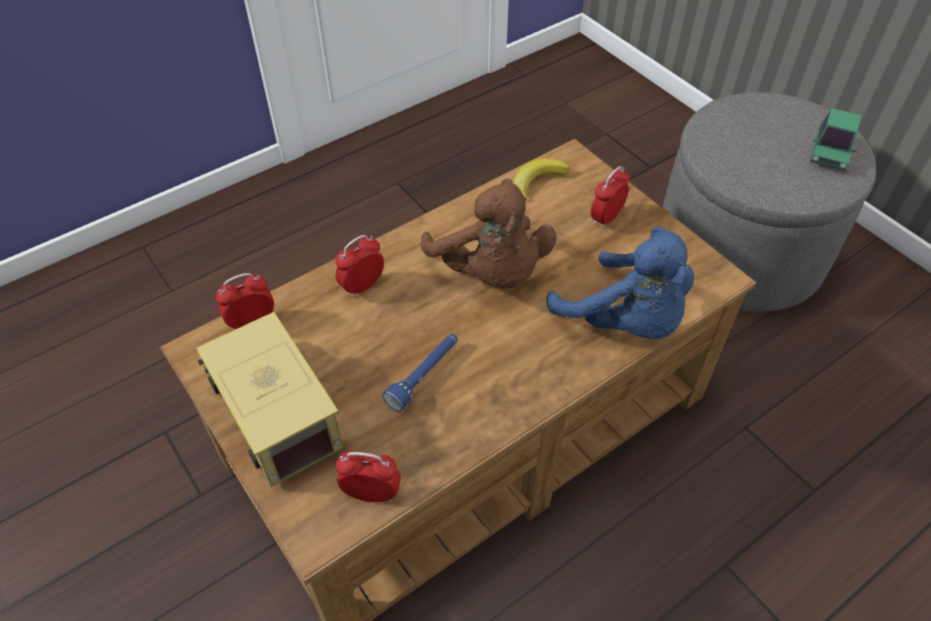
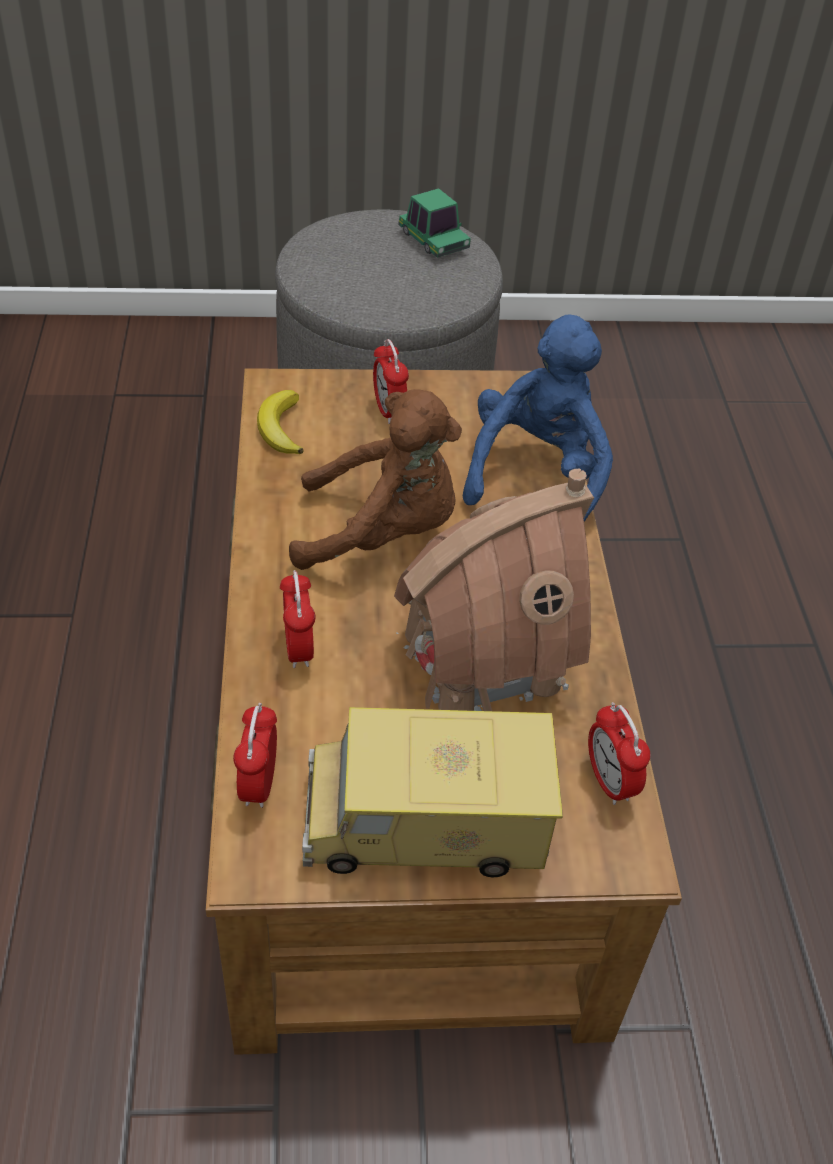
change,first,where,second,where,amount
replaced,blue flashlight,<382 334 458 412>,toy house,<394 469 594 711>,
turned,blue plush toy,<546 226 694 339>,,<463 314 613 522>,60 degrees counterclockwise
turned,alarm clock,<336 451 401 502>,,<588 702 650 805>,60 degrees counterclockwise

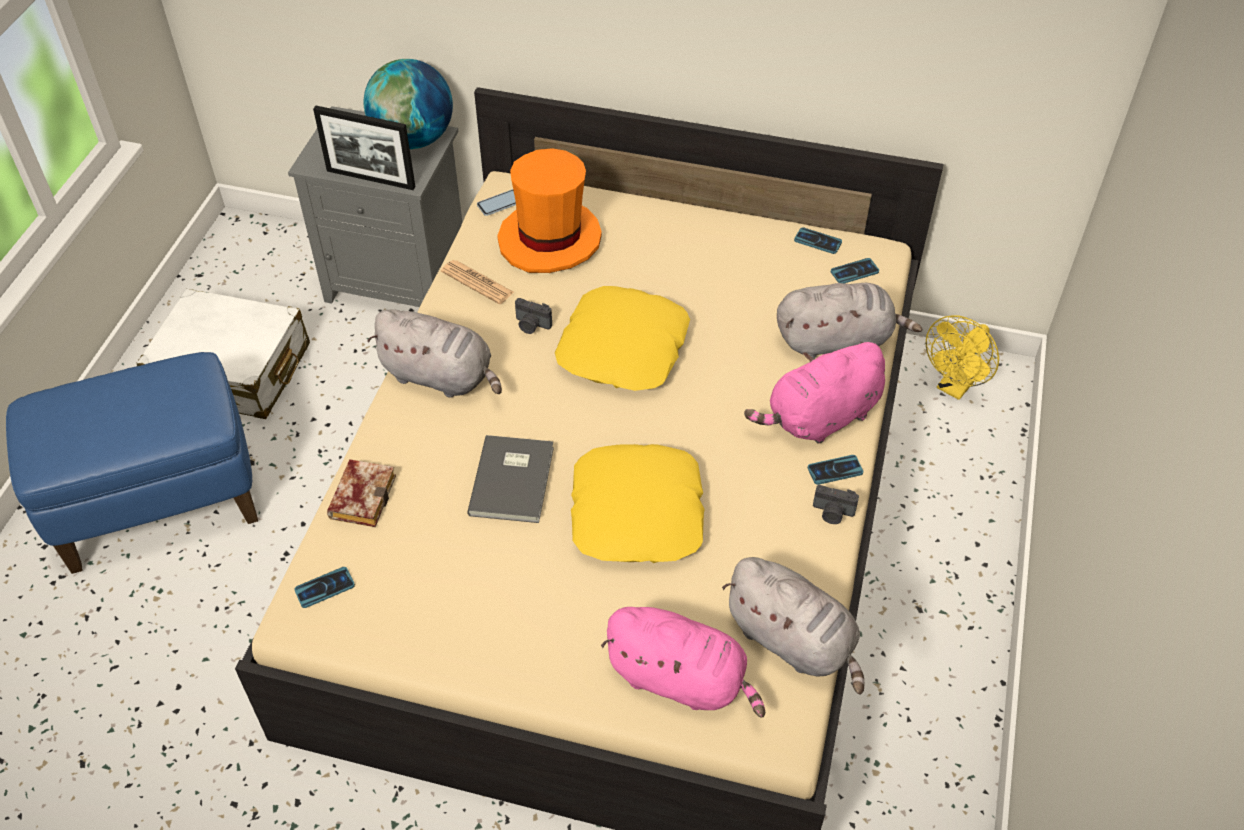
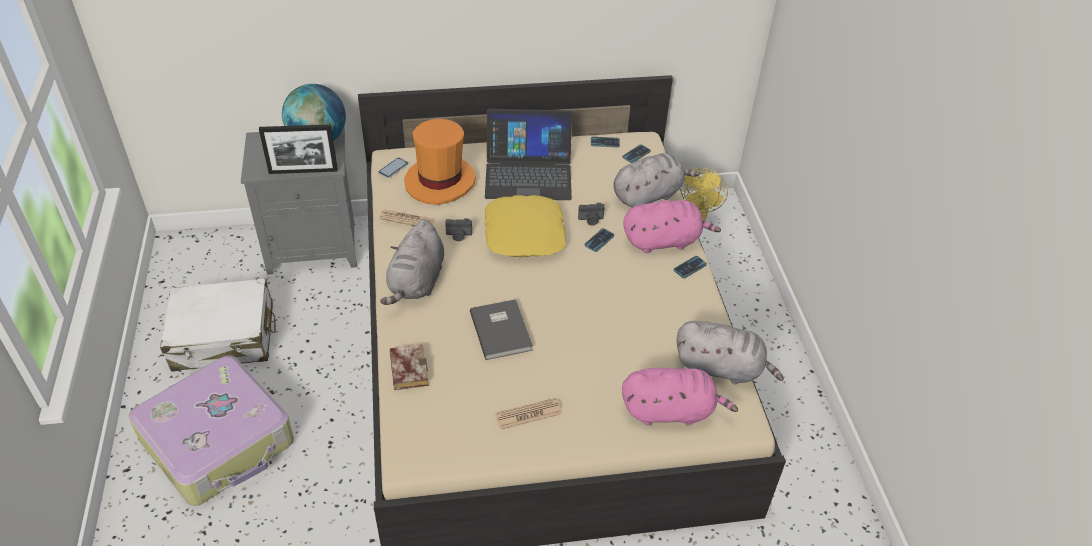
change,first,where,second,where,amount
replaced,blue ottoman,<6 352 258 574>,suitcase,<128 355 294 506>,
turned,grey plush toy,<367 309 502 398>,,<380 220 444 305>,105 degrees clockwise
added,,,laptop,<485 109 572 200>,
added,,,newspaper,<495 398 562 430>,
moved,photo camera,<813 485 859 524>,,<578 203 605 226>,
moved,phone,<294 567 355 608>,,<585 228 614 252>,
turned,pink plush toy,<744 342 885 443>,,<623 200 721 253>,135 degrees counterclockwise
removed,yellow pillow,<571 444 705 563>,,,

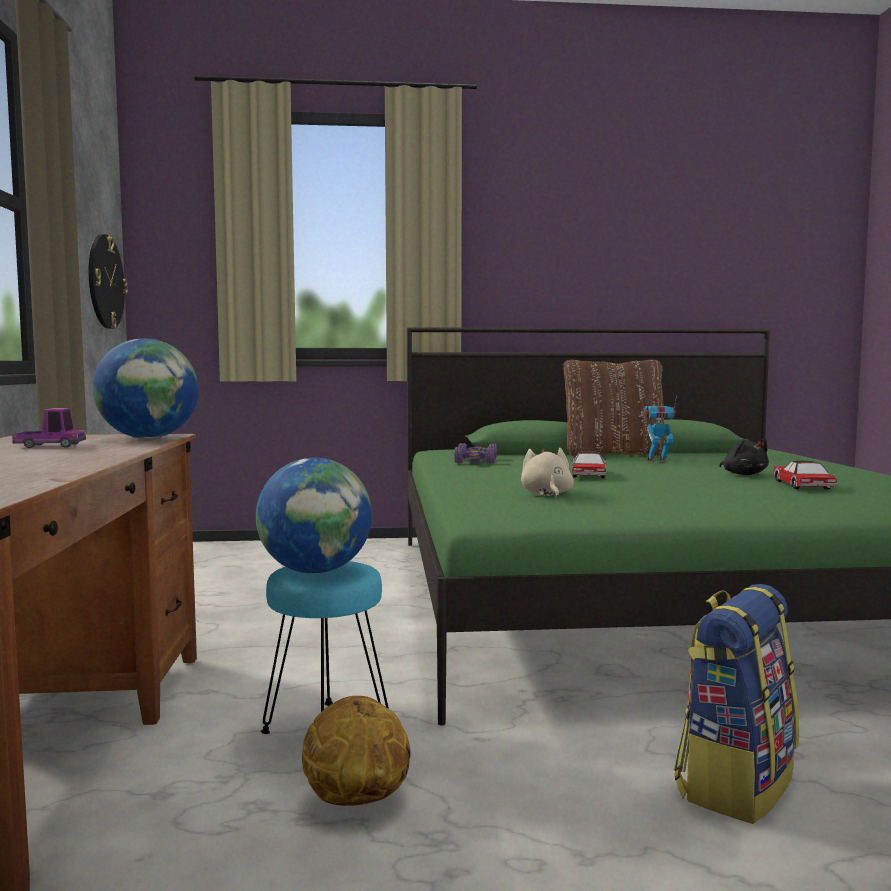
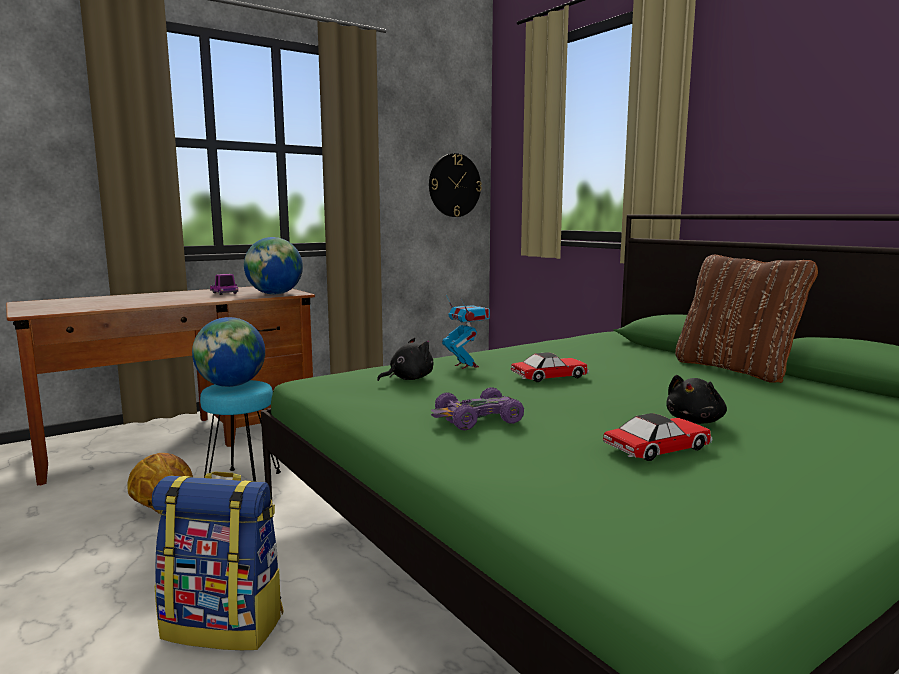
change,first,where,second,where,amount
recoloured,beige plush toy,<521 448 574 498>,black plush toy,<377 338 433 381>,
moved,purple toy car,<454 443 497 464>,,<431 387 524 430>,
moved,toy robot,<642 396 677 462>,,<442 295 490 369>,

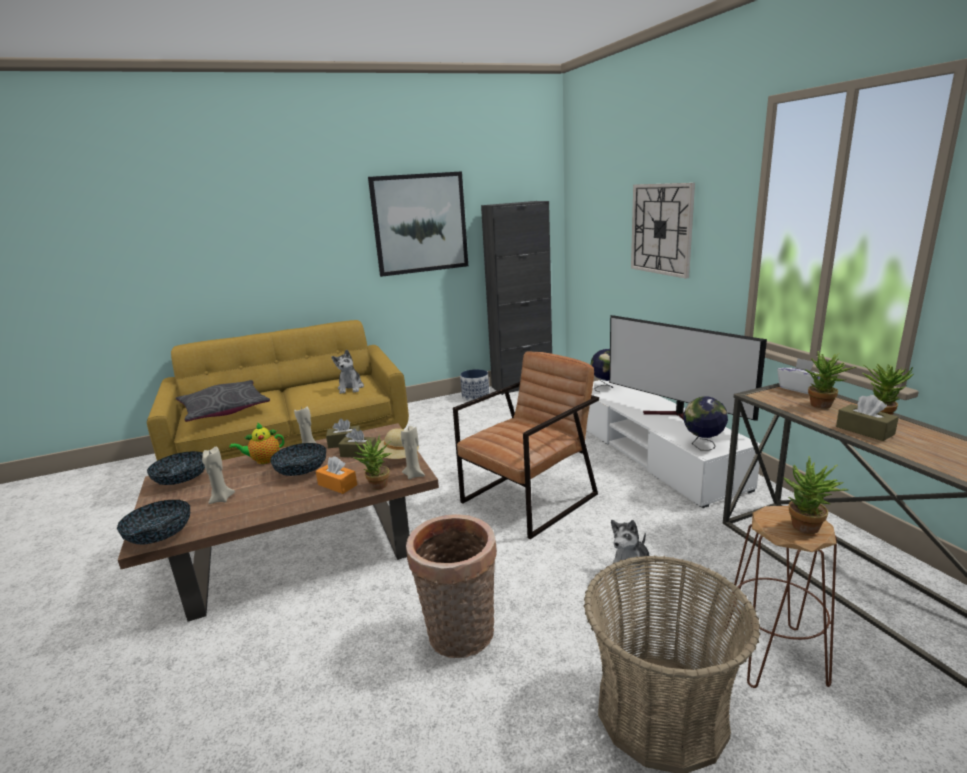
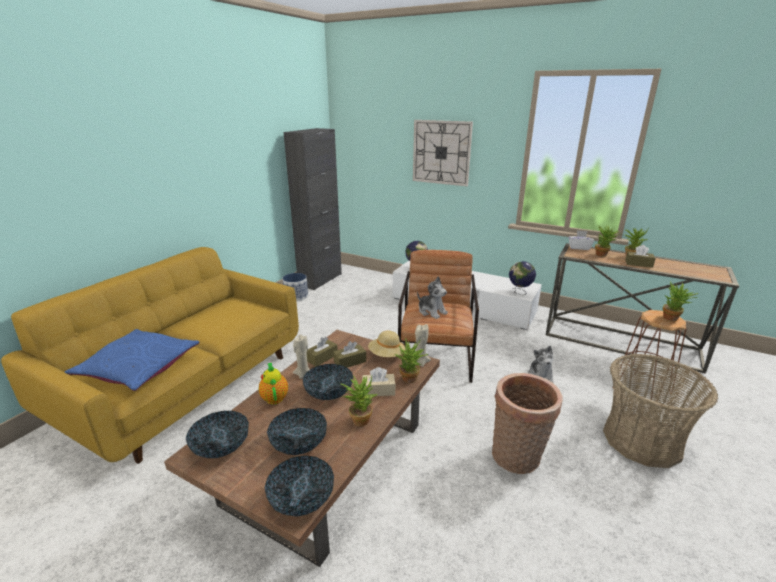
change,first,where,second,where,amount
recoloured,grey pillow,<176 380 270 422>,blue pillow,<65 329 199 391>,
turned,teapot,<229 423 285 464>,,<259 363 288 405>,135 degrees clockwise
replaced,beige candle,<202 447 235 504>,bowl,<267 408 327 455>,
added,,,potted plant,<340 375 378 427>,
recoloured,orange tissue box,<316 456 357 494>,beige tissue box,<362 367 396 396>,
moved,plush toy,<331 350 364 394>,,<417 277 448 319>,
removed,picture,<368 171 468 277>,,,
removed,television,<609 315 767 421>,,,

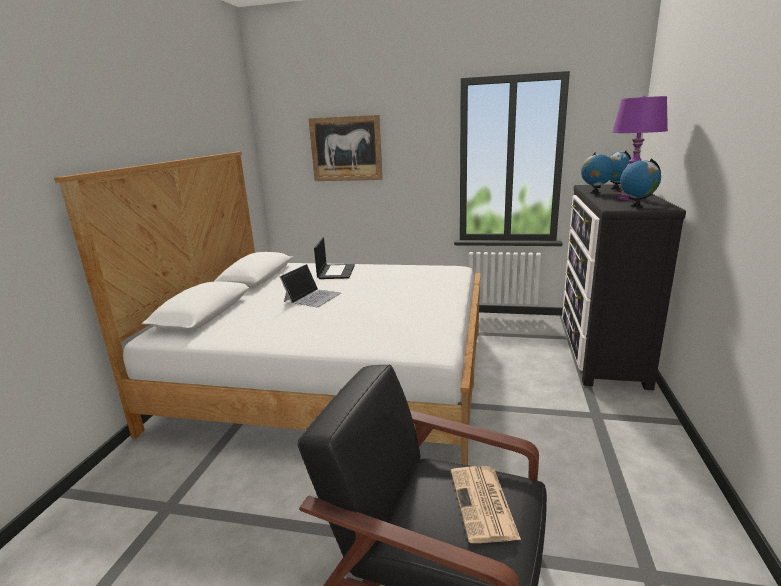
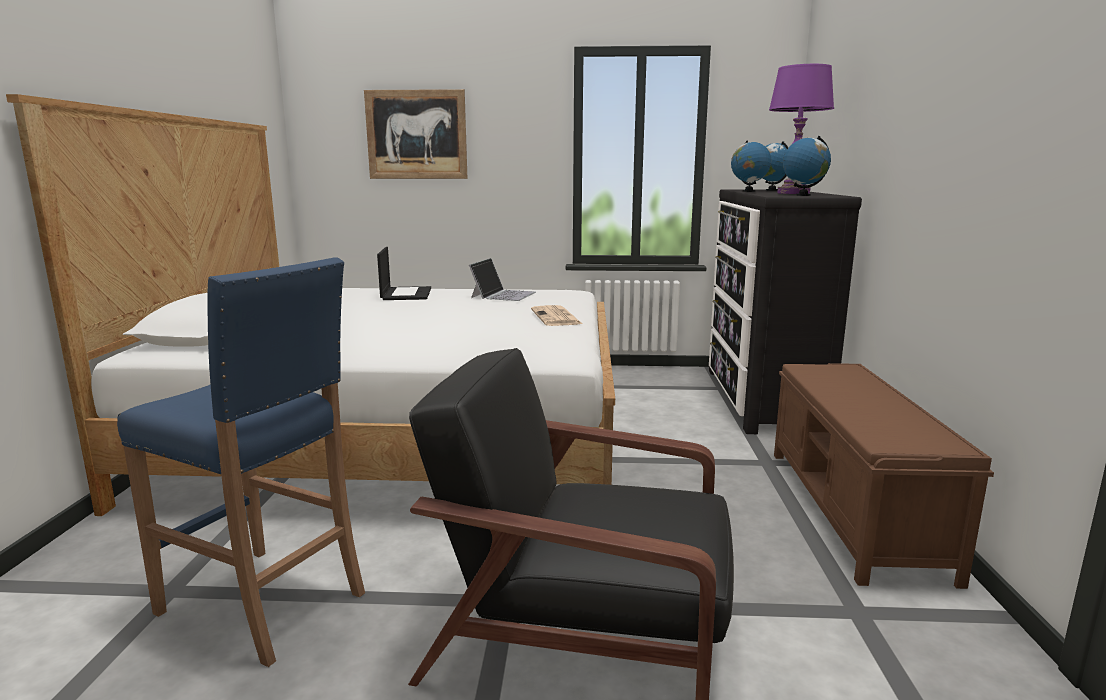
change,first,where,second,where,amount
added,,,blue stool,<117 257 365 667>,
moved,laptop,<280 264 341 307>,,<469 258 536 301>,
moved,newspaper,<451 466 521 543>,,<531 305 582 326>,
added,,,brown bench,<774 363 994 589>,

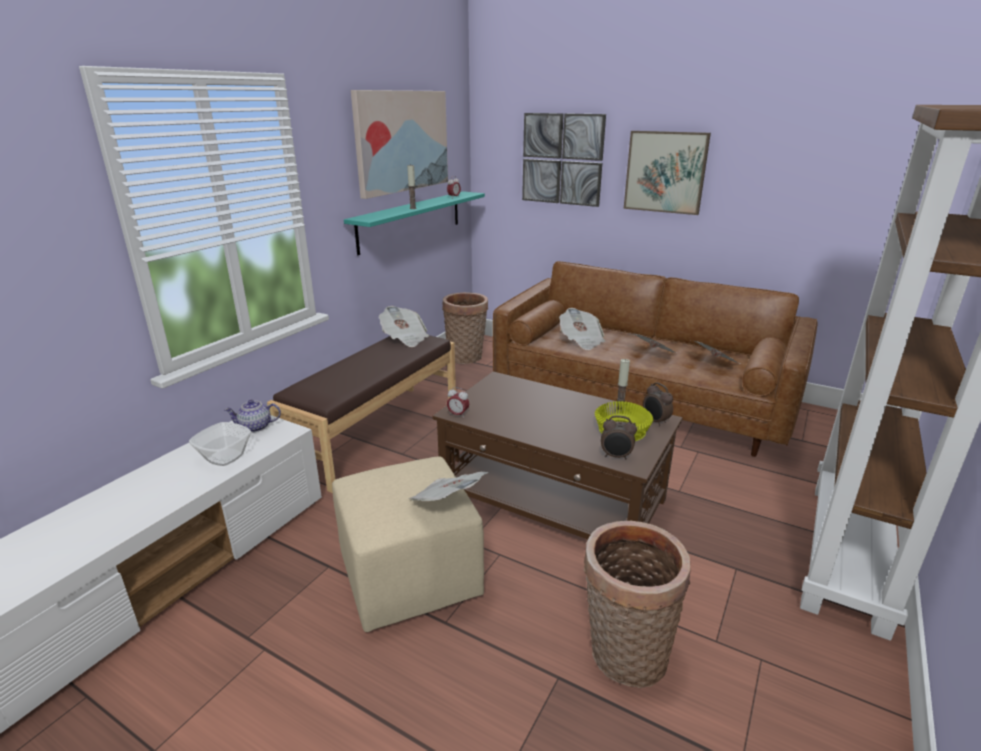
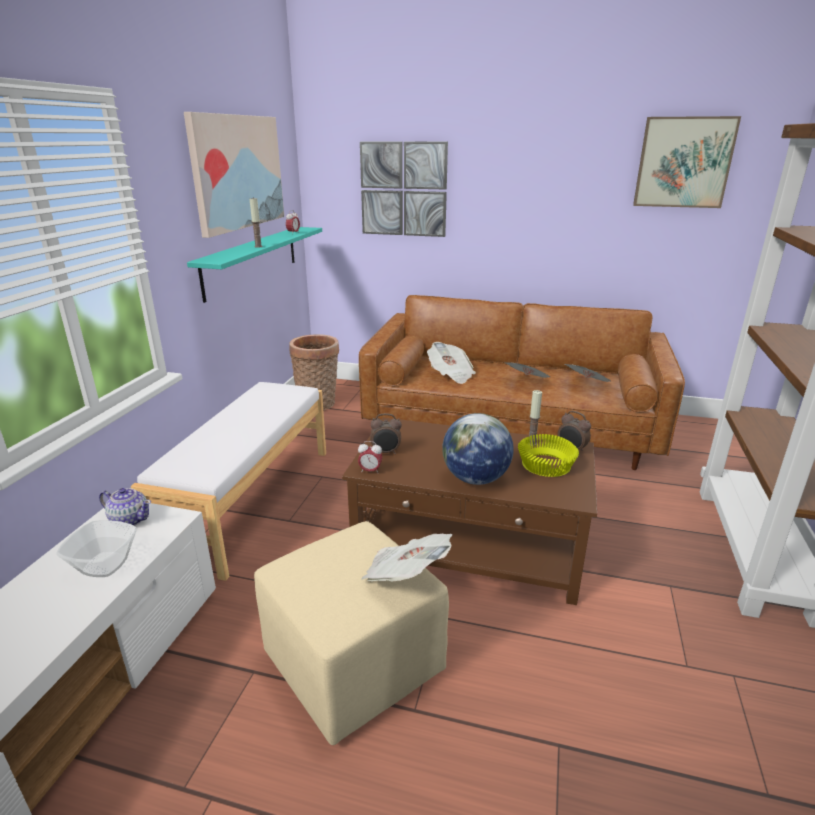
change,first,where,second,where,amount
turned,teapot,<224 400 281 432>,,<99 488 151 526>,135 degrees counterclockwise
recoloured,brown bench,<267 335 456 493>,white bench,<131 382 326 581>,
moved,alarm clock,<601 415 637 460>,,<370 414 402 454>,
added,,,globe,<442 413 514 485>,
moved,picture,<624 131 711 215>,,<633 116 741 208>,
removed,newspaper,<379 306 429 347>,,,
removed,basket,<583 521 690 688>,,,

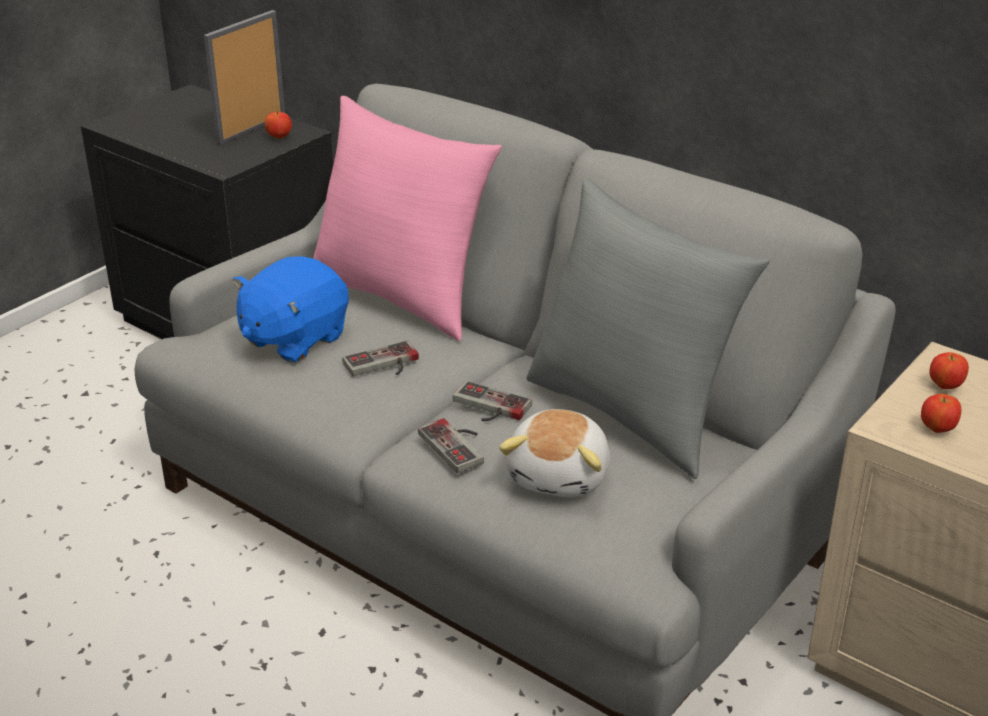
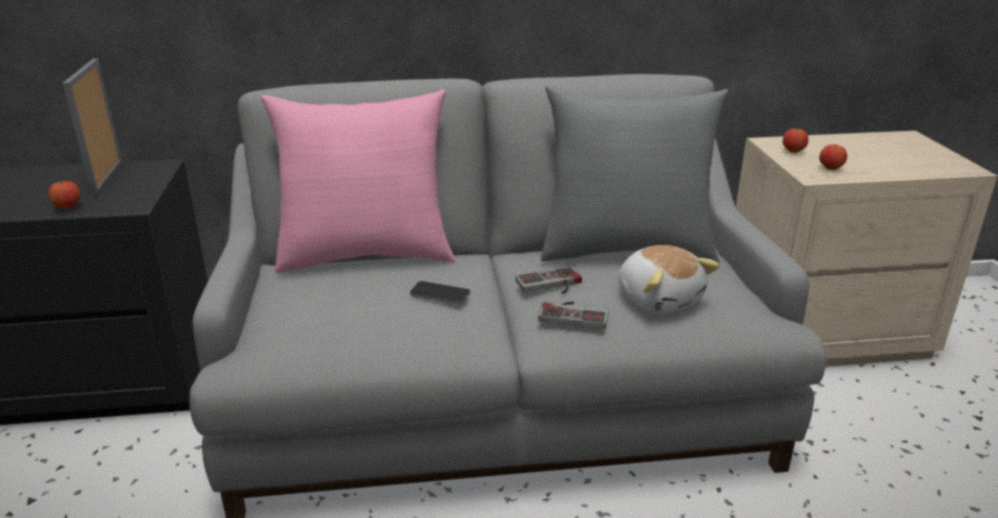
change,first,where,second,where,amount
moved,apple,<265 111 292 139>,,<48 181 80 209>,
replaced,game controller,<342 340 419 376>,phone,<410 281 470 304>,
removed,blue plush toy,<233 256 349 363>,,,

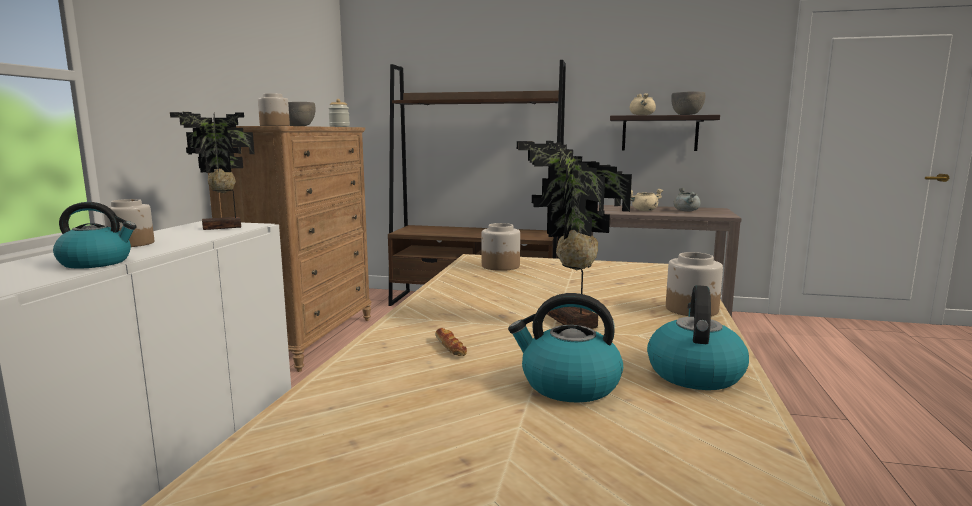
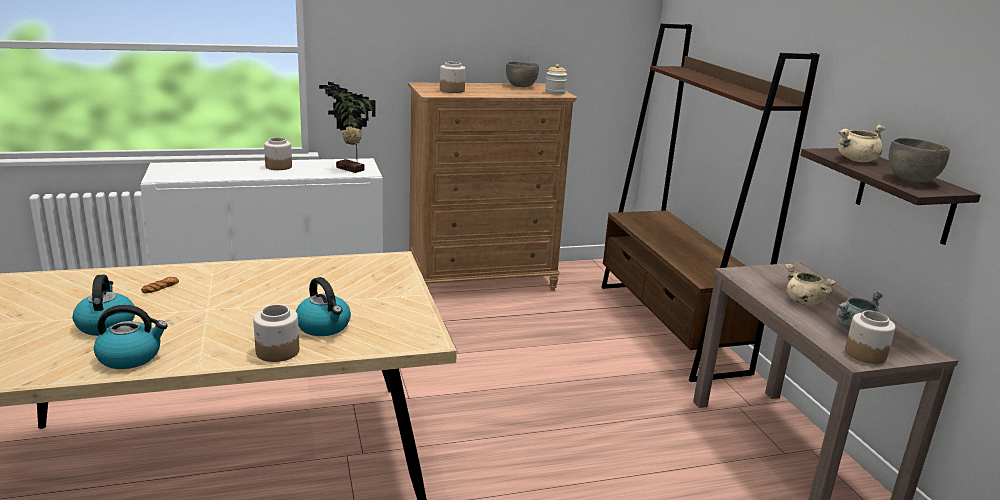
change,first,where,second,where,amount
moved,kettle,<53 202 137 269>,,<296 277 351 336>,
moved,jar,<482 223 520 271>,,<845 311 895 364>,
removed,potted plant,<517 141 632 329>,,,

